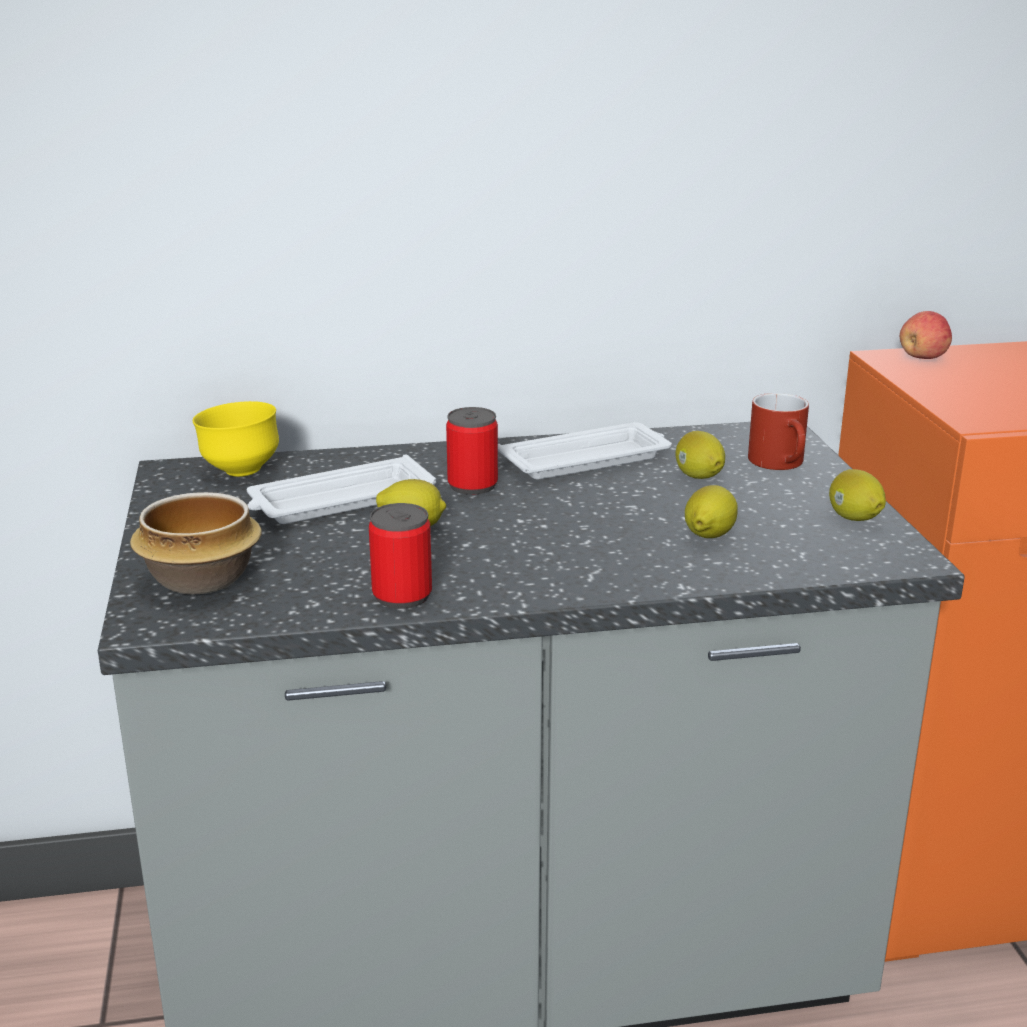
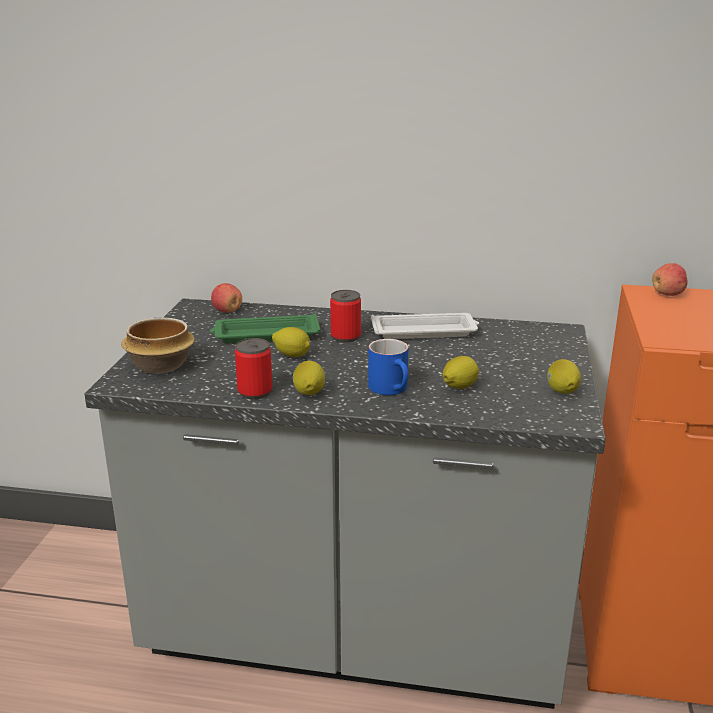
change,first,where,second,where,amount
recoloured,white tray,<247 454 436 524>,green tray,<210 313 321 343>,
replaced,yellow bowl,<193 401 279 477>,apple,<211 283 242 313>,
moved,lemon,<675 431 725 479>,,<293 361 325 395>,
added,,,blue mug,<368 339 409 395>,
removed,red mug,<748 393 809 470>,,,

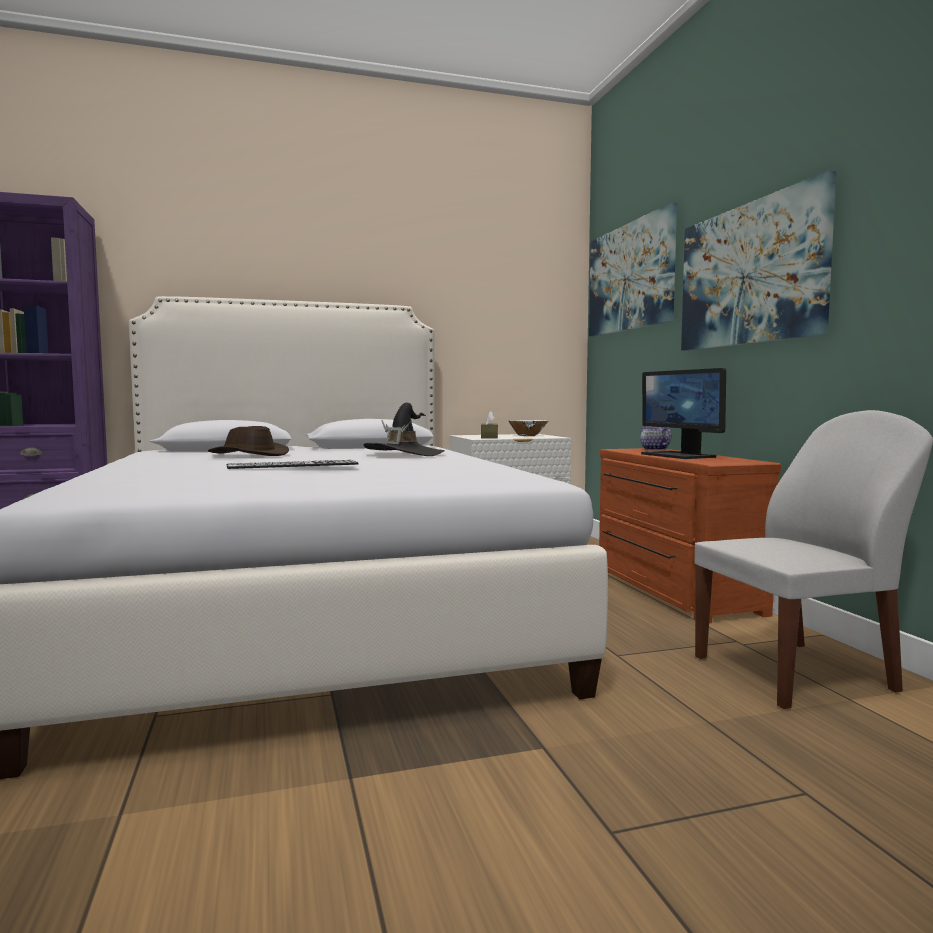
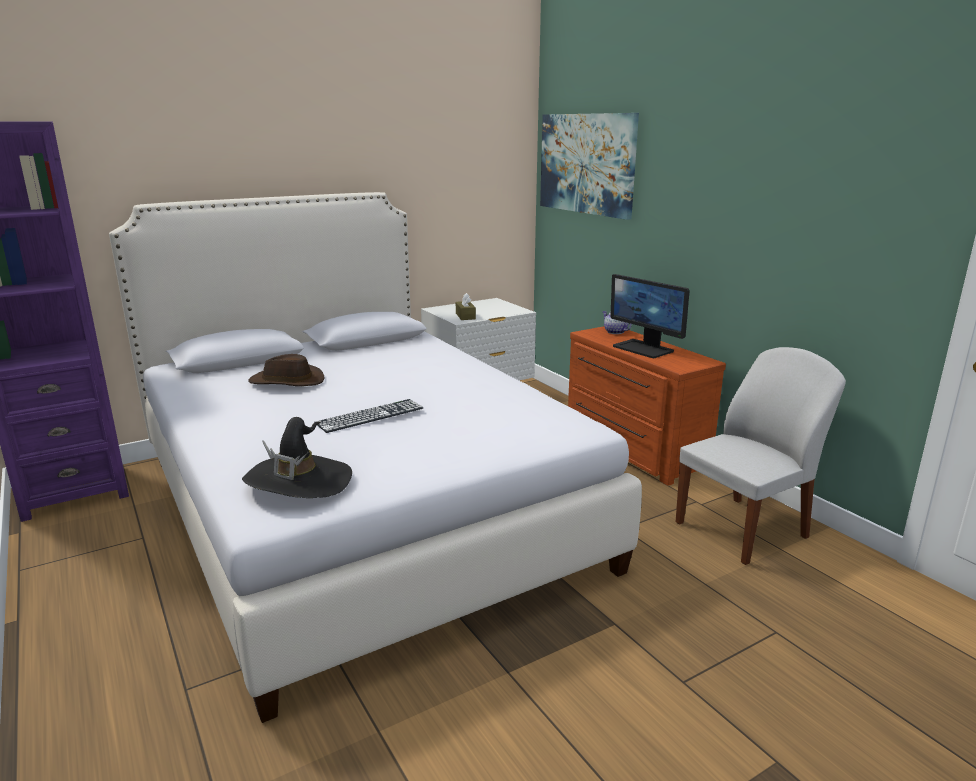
change,first,where,second,where,amount
moved,black hat,<363 403 444 456>,,<242 417 352 498>,
removed,white bowl,<508 420 548 436>,,,
removed,picture,<681 170 836 351>,,,

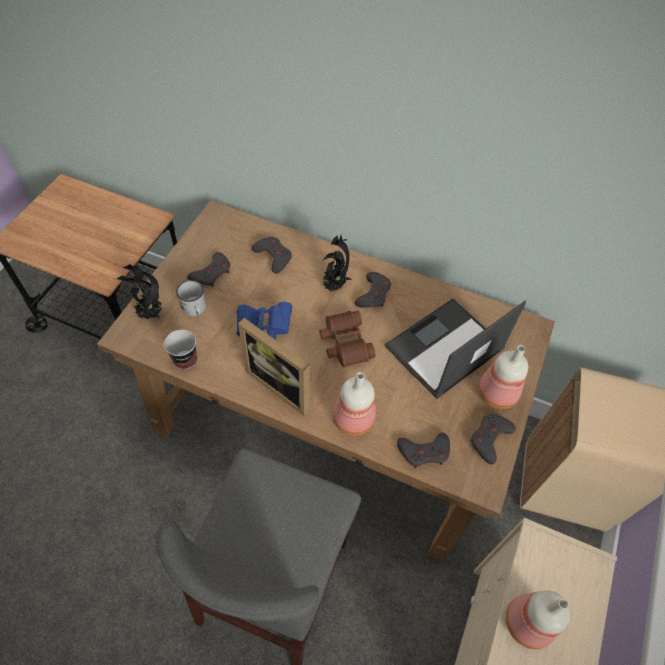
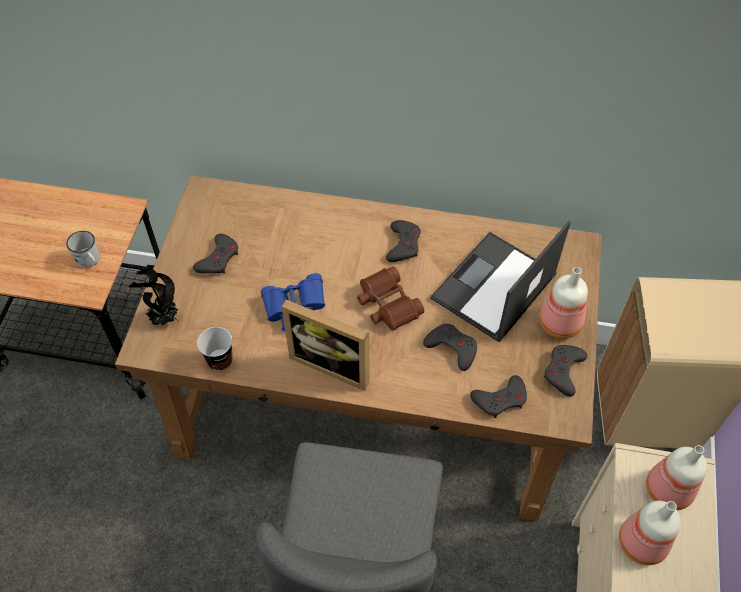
change,first,where,second,where,amount
moved,white mug,<176 280 206 316>,,<66 231 100 268>,
moved,grey game controller,<252 237 292 274>,,<423 324 477 371>,
moved,bottle,<333 372 376 436>,,<646 445 707 510>,
removed,potted plant,<323 235 352 292>,,,

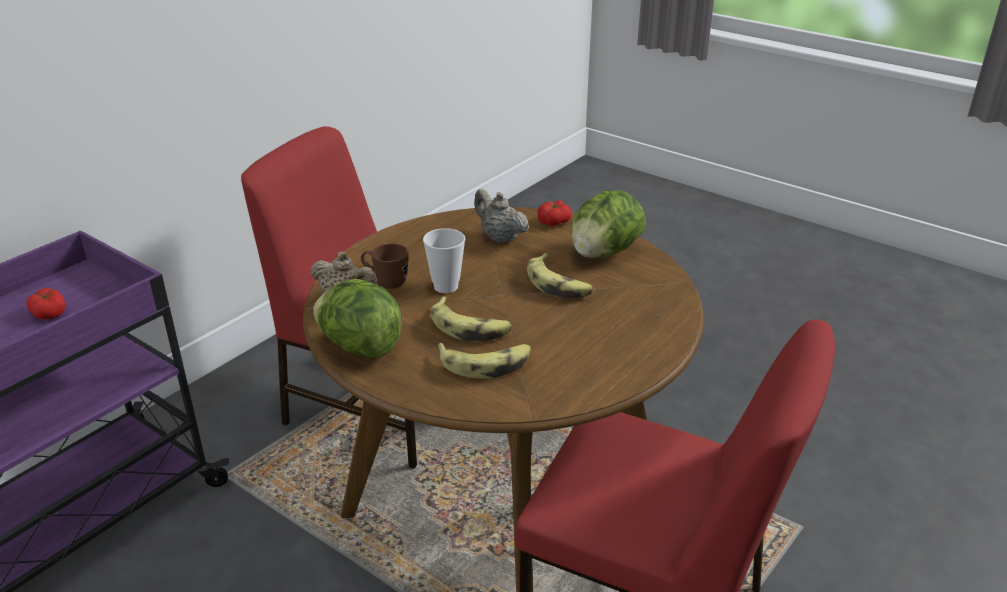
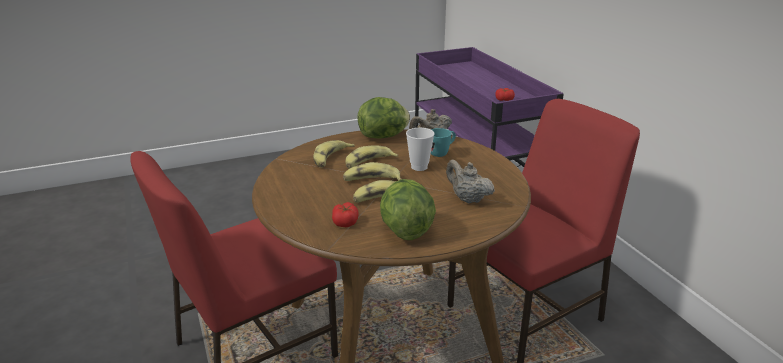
change,first,where,second,where,amount
moved,tomato,<537 200 572 226>,,<332 202 359 227>,
added,,,banana,<343 162 401 181>,
recoloured,brown mug,<361 243 409 289>,turquoise mug,<431 128 456 157>,
turned,beige teapot,<474 189 529 243>,,<446 160 495 203>,120 degrees counterclockwise

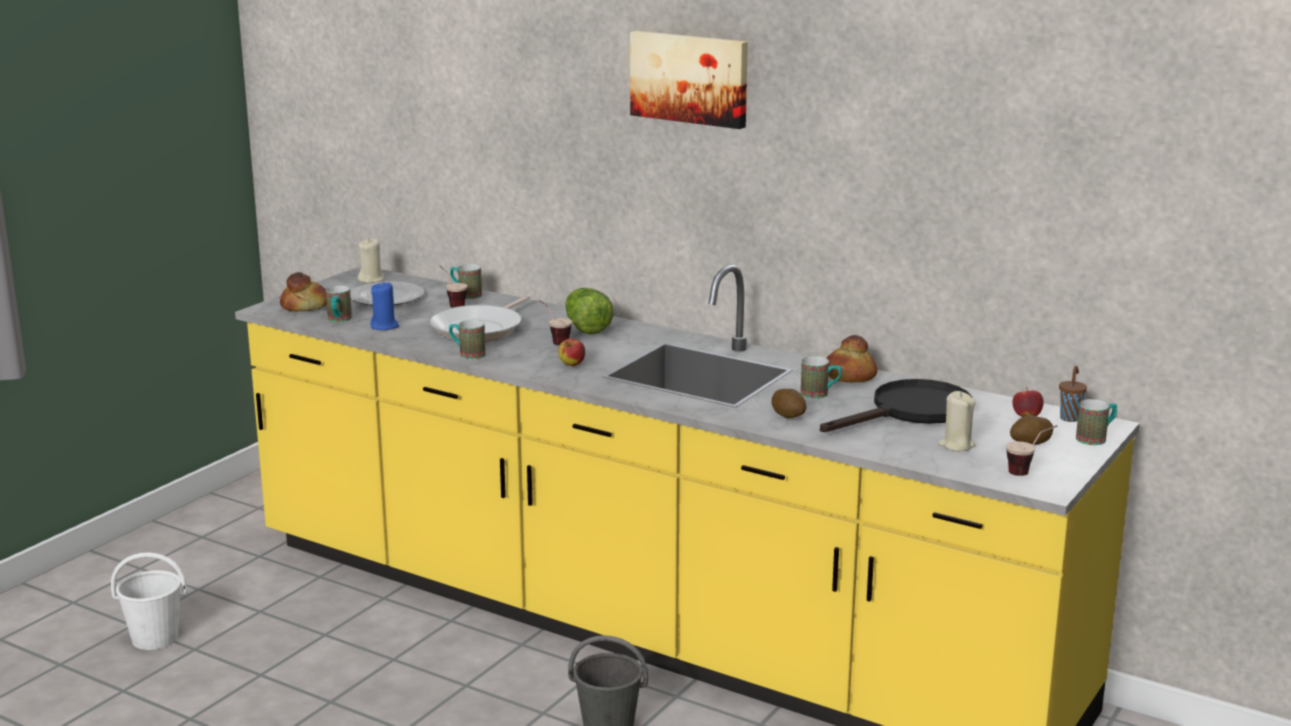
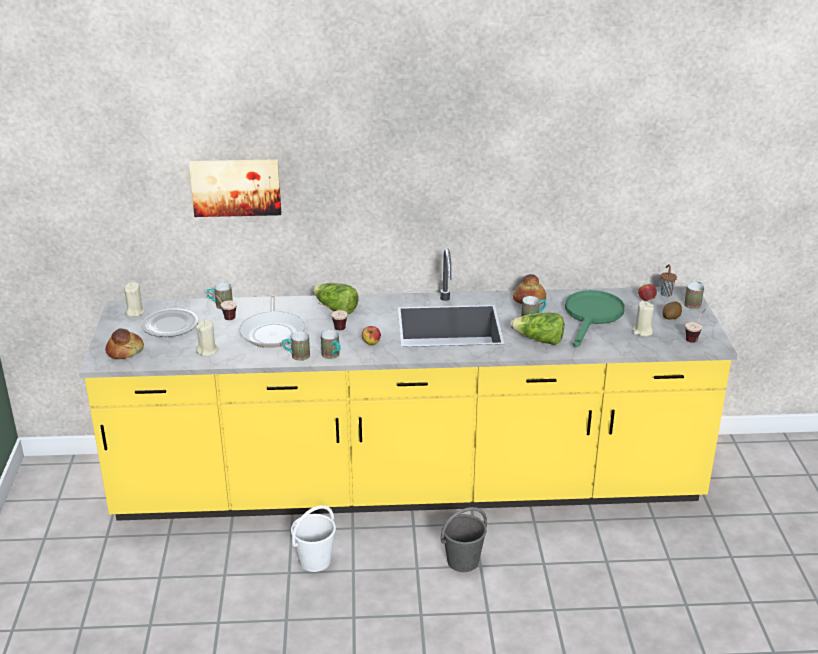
change,first,where,second,where,amount
moved,picture,<630 31 748 129>,,<189 159 281 217>,
recoloured,blue candle,<370 282 399 330>,beige candle,<196 320 218 356>,
moved,white bucket,<111 552 187 650>,,<291 505 336 572>,
moved,mug,<326 285 352 322>,,<321 330 341 359>,
replaced,potato,<771 389 806 418>,lettuce,<510 313 564 345>,
recoloured,black frying pan,<820 379 972 432>,green frying pan,<565 290 625 347>,

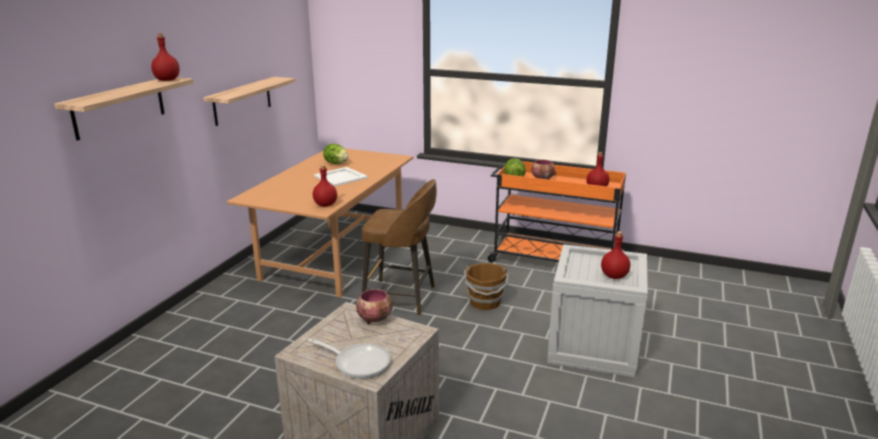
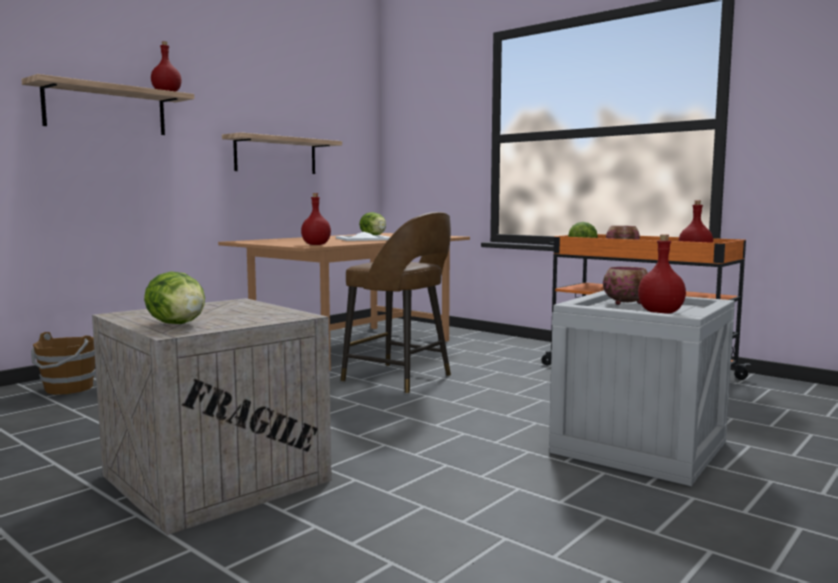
change,first,where,second,where,amount
moved,brown bucket,<464 263 509 310>,,<31 332 96 395>,
replaced,frying pan,<308 338 391 379>,lettuce,<144 272 205 324>,
moved,bowl,<356 289 392 324>,,<603 267 648 305>,

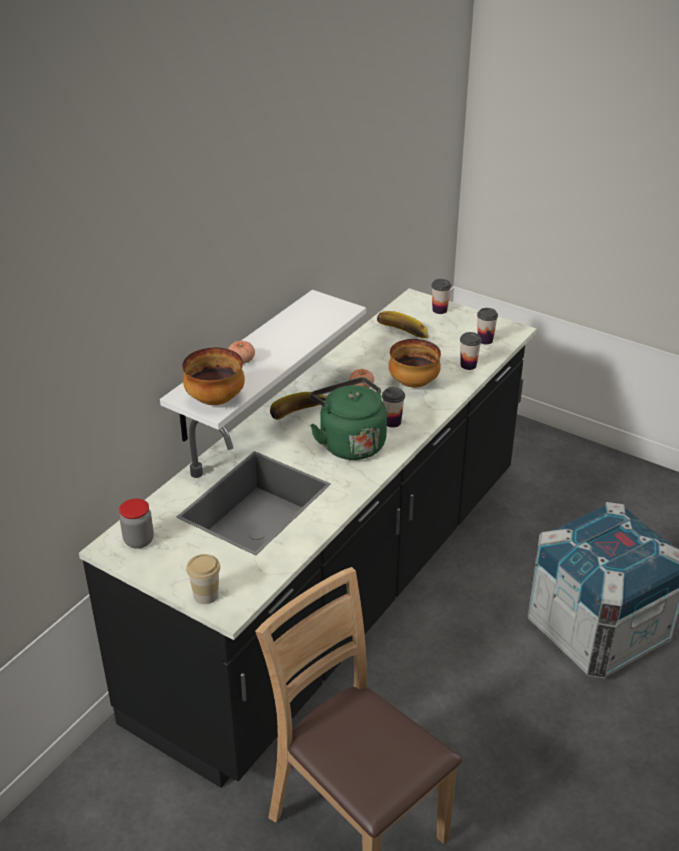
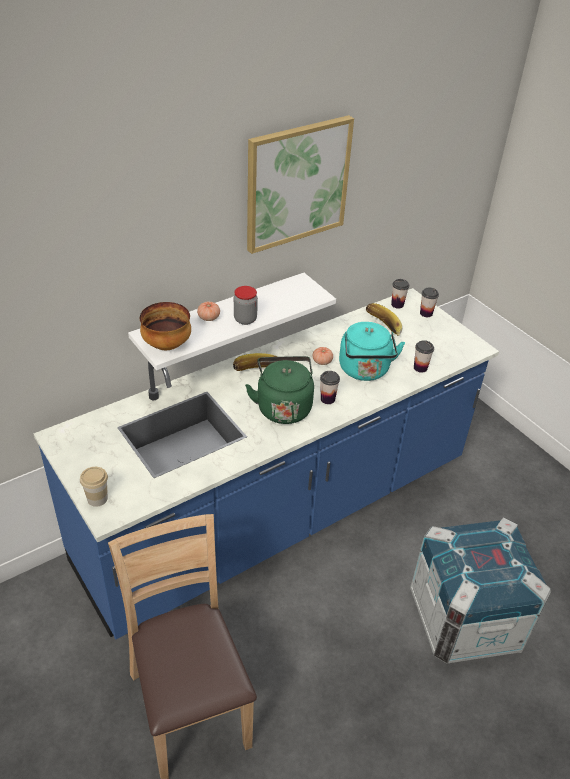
change,first,where,second,where,amount
recoloured,black counter,<79 288 537 788>,blue counter,<33 288 499 639>,
moved,jar,<119 498 154 549>,,<234 286 258 325>,
added,,,picture,<247 115 354 254>,
replaced,bowl,<389 339 441 388>,turquoise kettle,<339 322 405 381>,
moved,cup,<477 308 498 344>,,<391 279 409 309>,

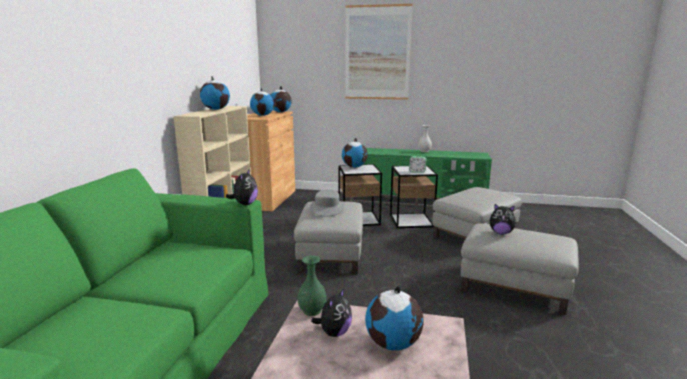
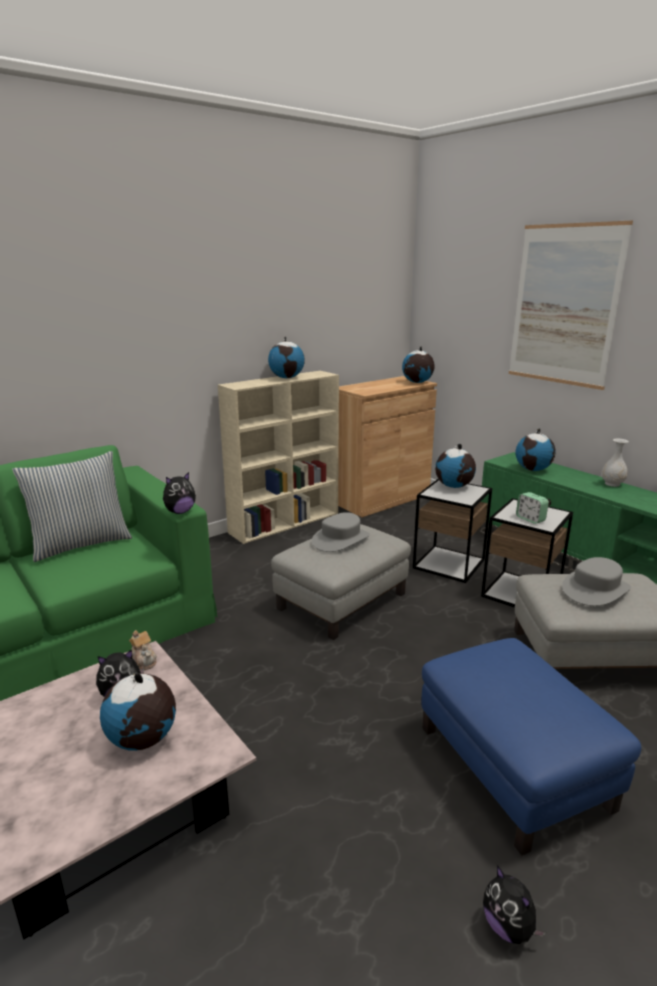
change,first,where,second,where,amount
added,,,pillow,<12 451 132 562>,
replaced,green vase,<297 255 327 316>,teapot,<129 630 157 670>,
recoloured,grey ottoman,<461 223 579 315>,blue ottoman,<422 638 641 856>,
moved,plush toy,<490 204 517 234>,,<483 865 546 944>,
moved,globe,<250 88 274 116>,,<515 428 556 471>,
added,,,grey hat,<562 557 631 606>,

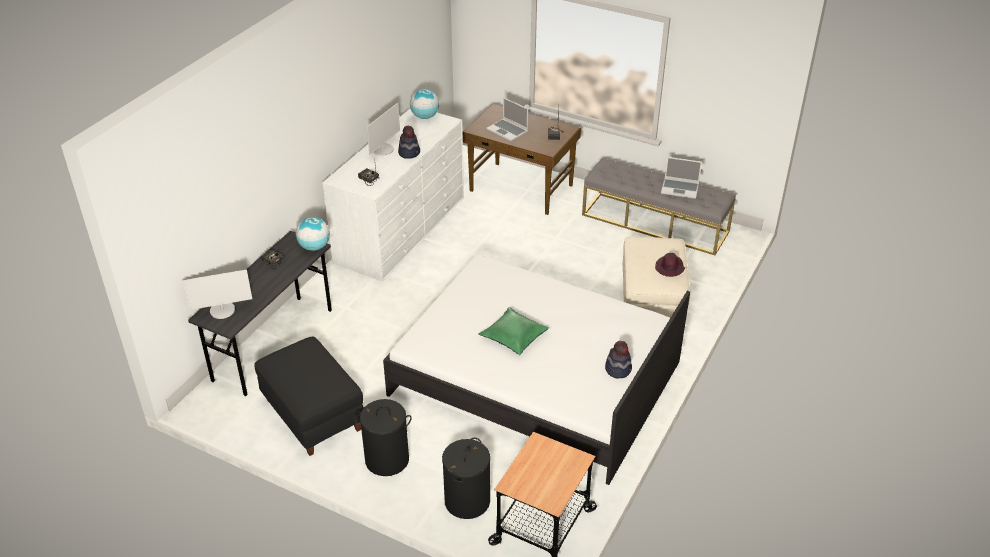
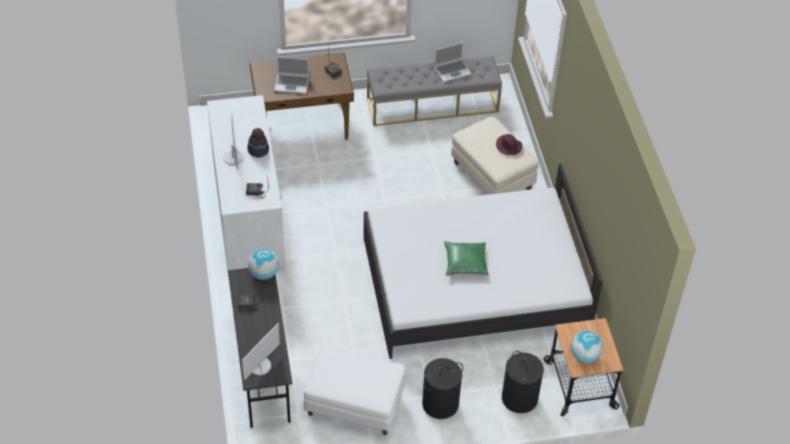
change,first,where,second,where,amount
recoloured,black ottoman,<254 337 364 456>,white ottoman,<304 346 405 435>,
moved,globe,<410 89 439 119>,,<571 331 603 363>,
removed,hat,<605 341 632 378>,,,

